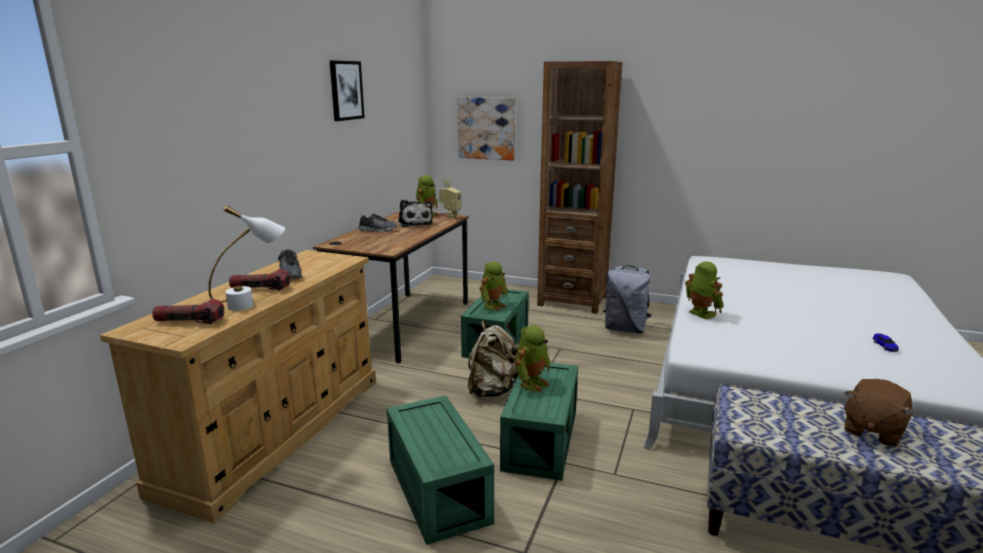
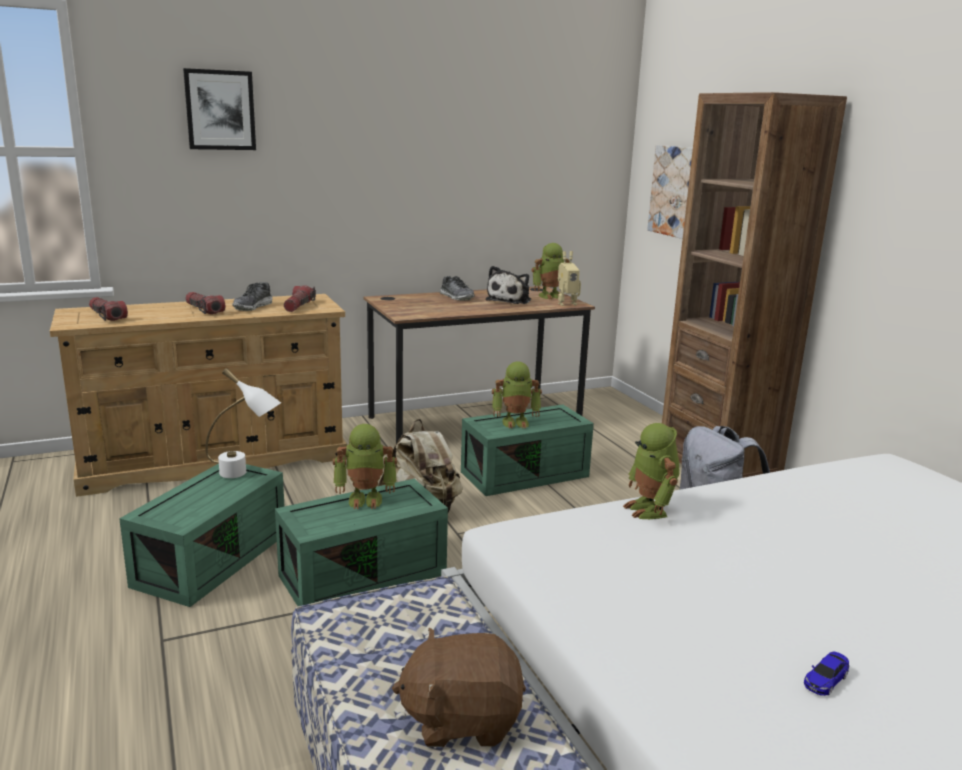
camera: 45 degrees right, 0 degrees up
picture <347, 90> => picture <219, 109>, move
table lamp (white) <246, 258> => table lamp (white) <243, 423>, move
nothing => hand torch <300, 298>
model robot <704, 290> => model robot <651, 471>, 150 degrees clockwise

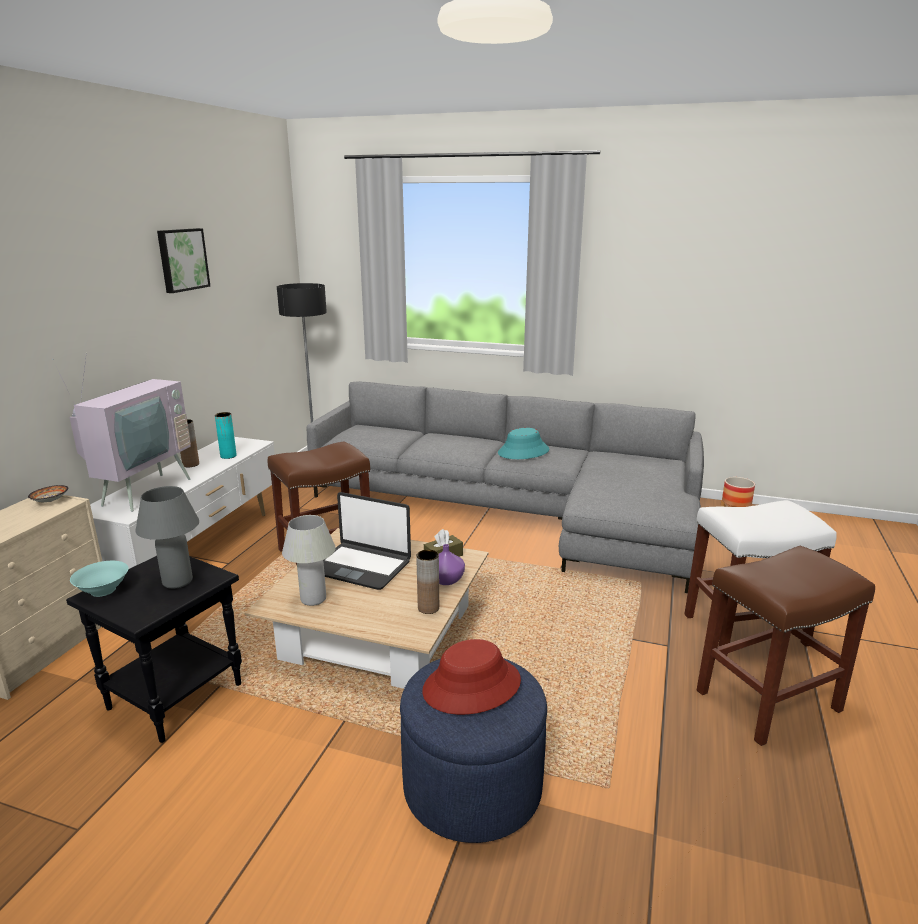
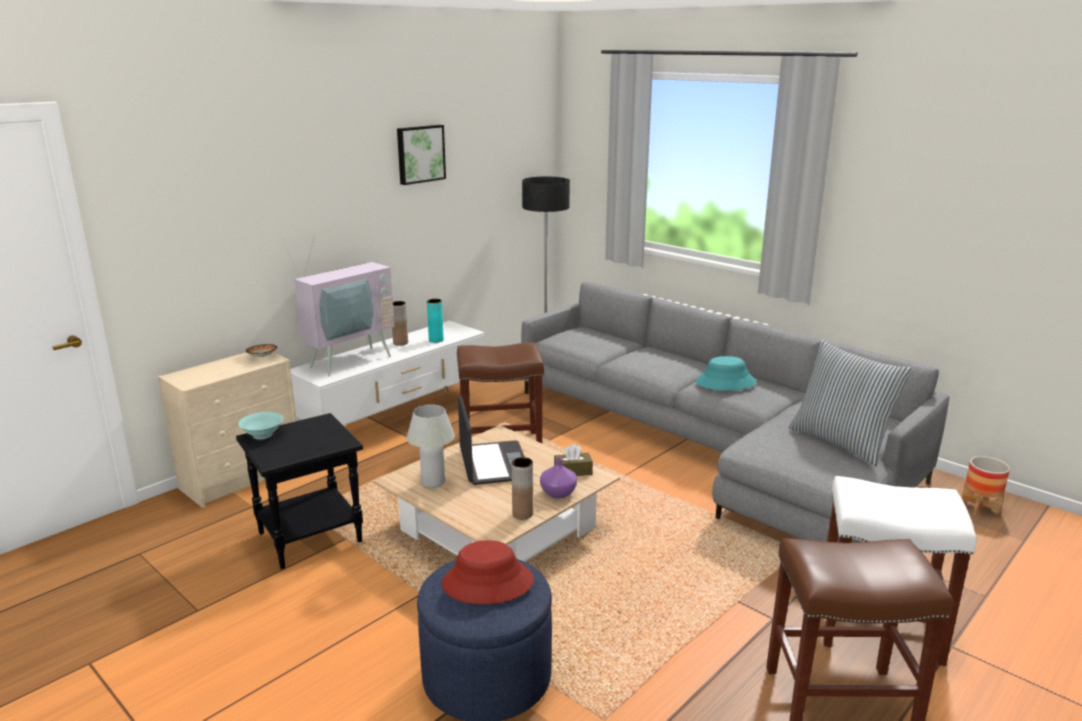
camera: 25 degrees right, 0 degrees up
notebook computer <367, 541> => notebook computer <491, 440>, 150 degrees counterclockwise
nothing => pillow <851, 403>
table lamp (gray) <167, 537> => nothing

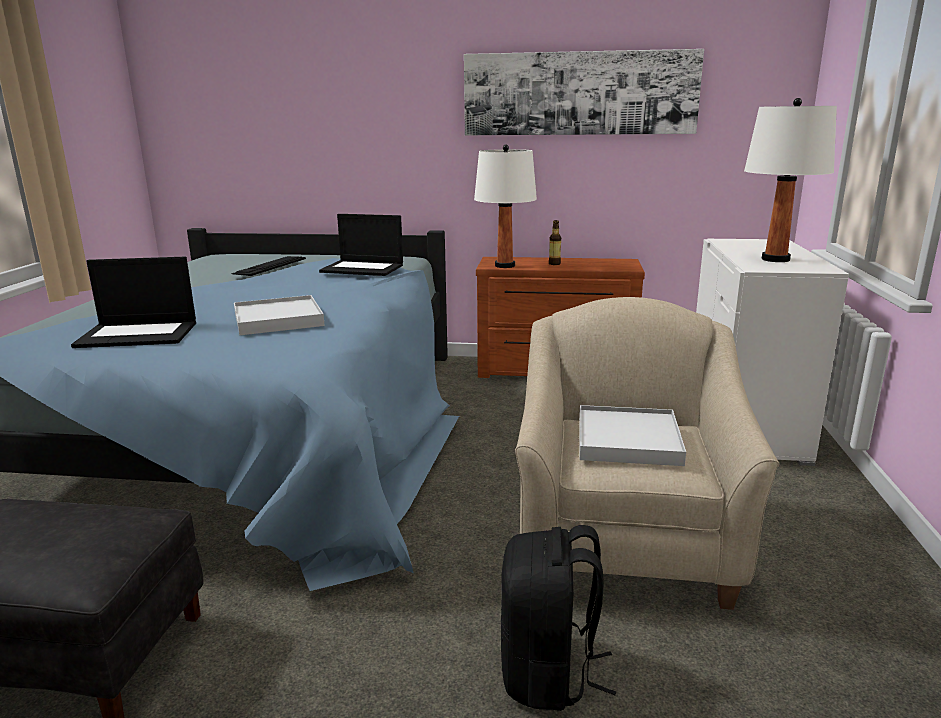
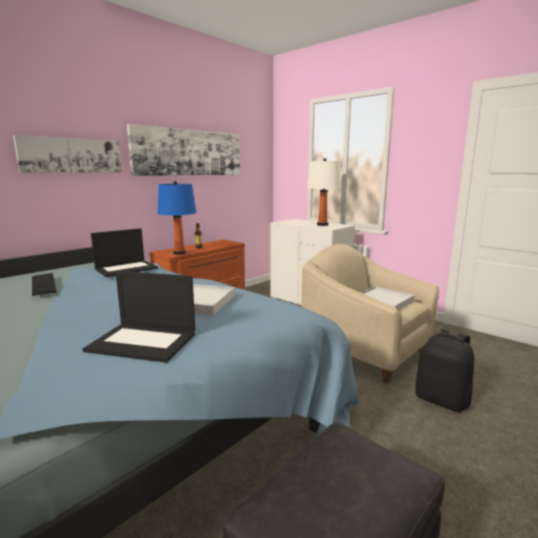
camera: 55 degrees left, 5 degrees down
nothing => picture <67, 153>
notebook computer <133, 302> => notebook computer <138, 317>, 75 degrees clockwise
table lamp (white) <505, 206> => table lamp (bluish) <177, 218>

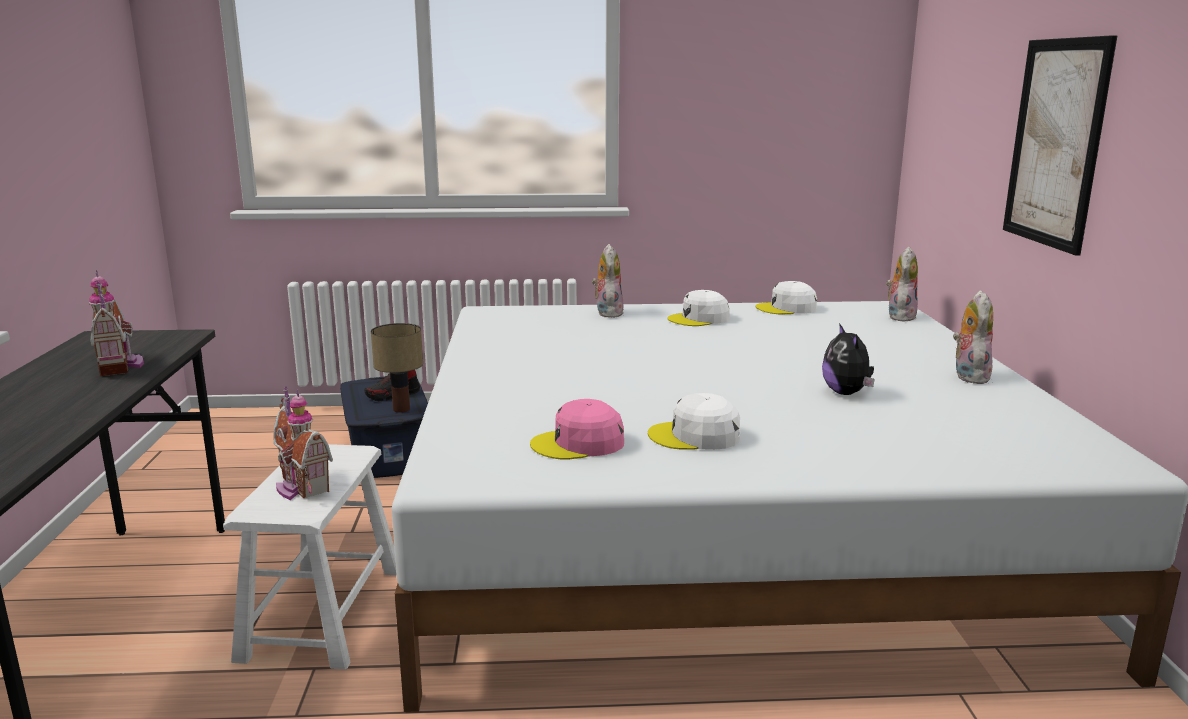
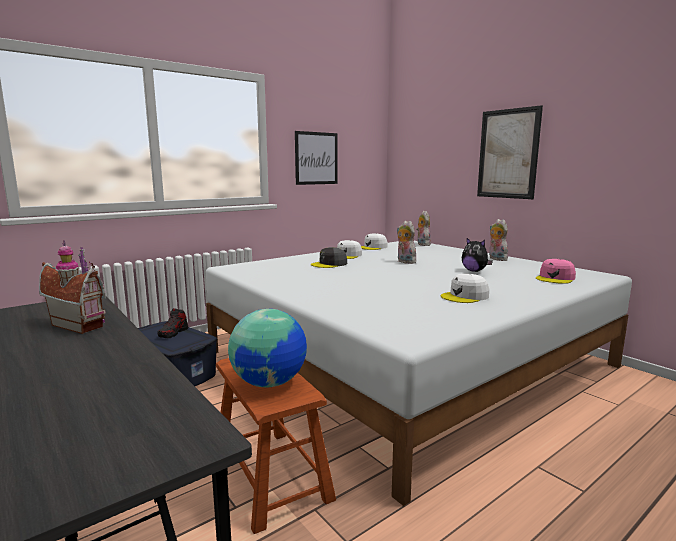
camera: 35 degrees left, 5 degrees down
sitting stool (white) <310, 556> => sitting stool (brown-coloured) <276, 446>
miniature house <303, 443> => desk globe <267, 348>
nothing => picture <316, 158>
nothing => cap (gray) <329, 257>
soft toy <607, 281> => soft toy <406, 242>, move
cap (pinkish) <577, 429> => cap (pinkish) <556, 271>, move
table lamp <397, 368> => nothing

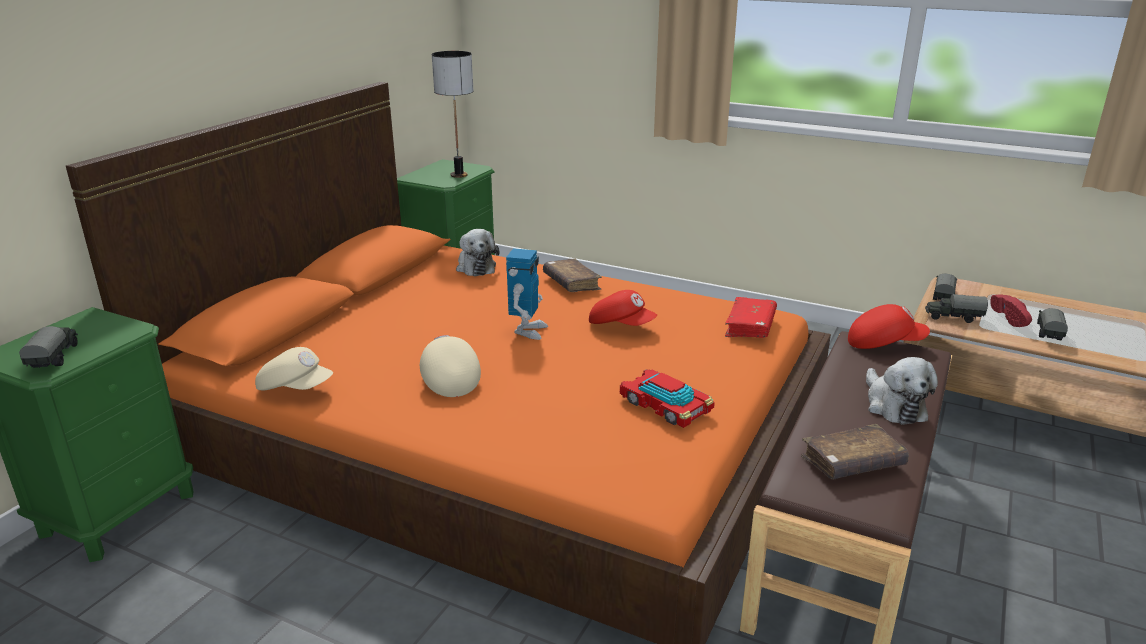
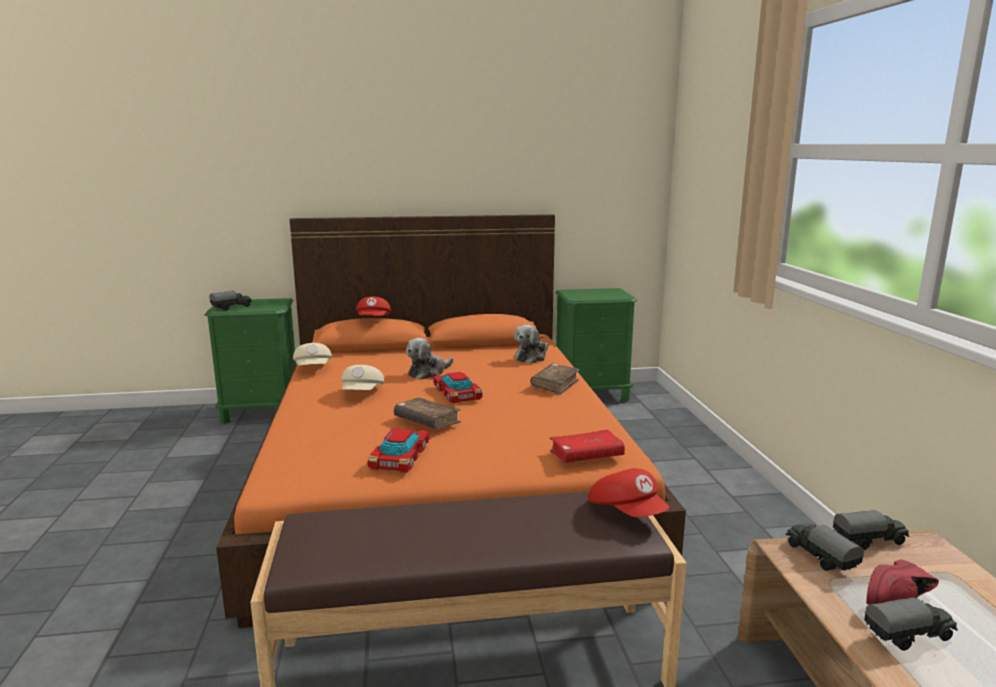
camera: 55 degrees right, 10 degrees down
cap (beige) <450, 366> => cap (beige) <363, 377>, 150 degrees clockwise
cap (red) <623, 308> => cap (red) <373, 306>, move
book (brown-coloured) <855, 452> => book (brown-coloured) <427, 413>, move
soft toy <902, 391> => soft toy <429, 359>, move
model robot <527, 294> => miniature car <458, 387>
table lamp <453, 114> => nothing

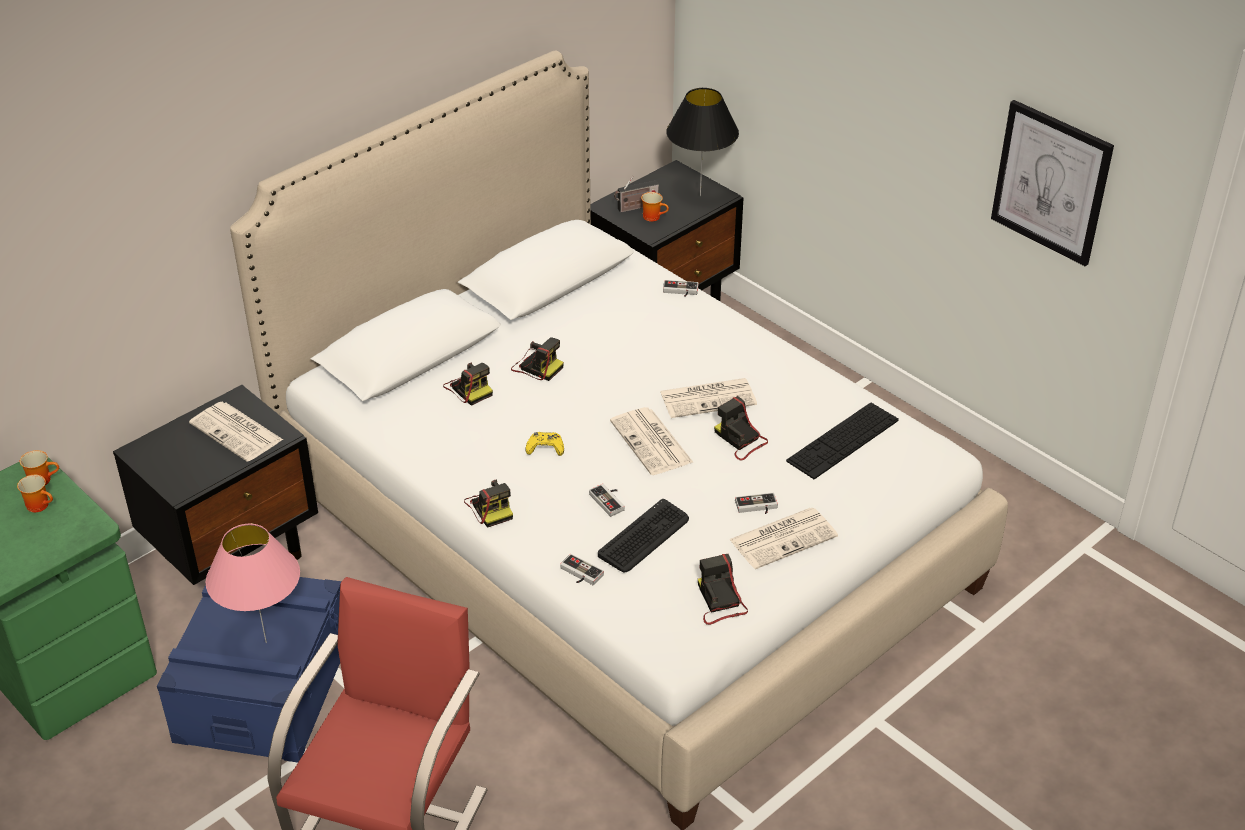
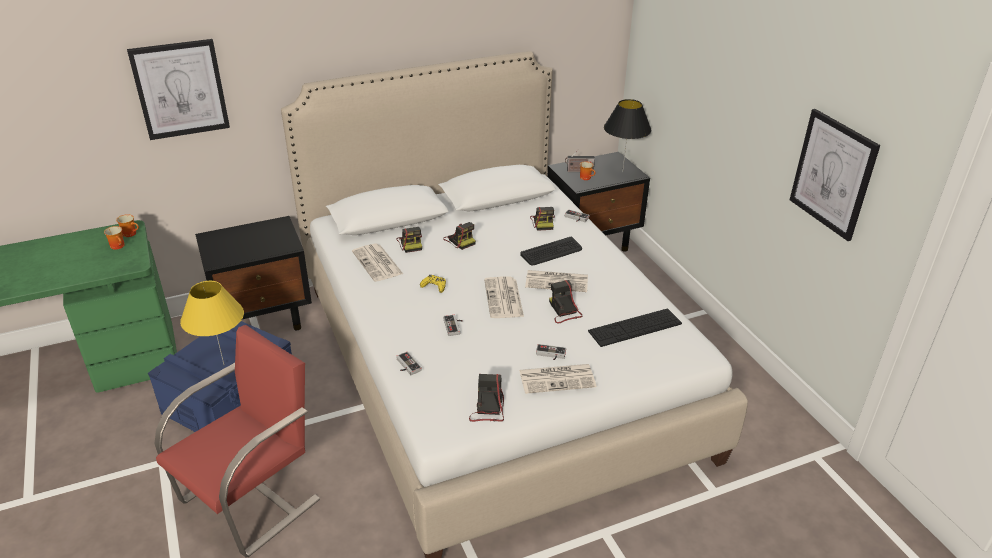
camera: 20 degrees right, 5 degrees down
nothing => picture <178, 89>
table lamp (pinkish) <253, 583> => table lamp (yellowish) <212, 322>
daily paper <236, 432> => daily paper <377, 262>, move
keyboard <643, 535> => keyboard <551, 251>, move
still camera <488, 504> => still camera <542, 219>, move

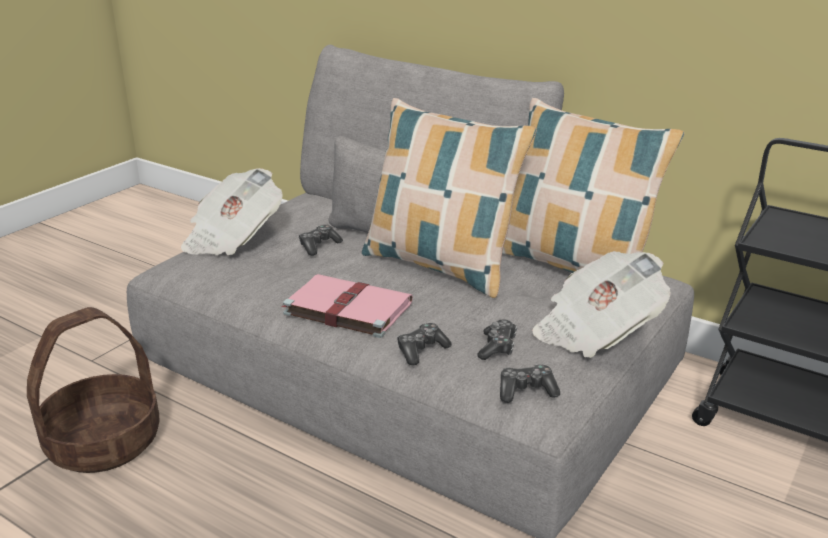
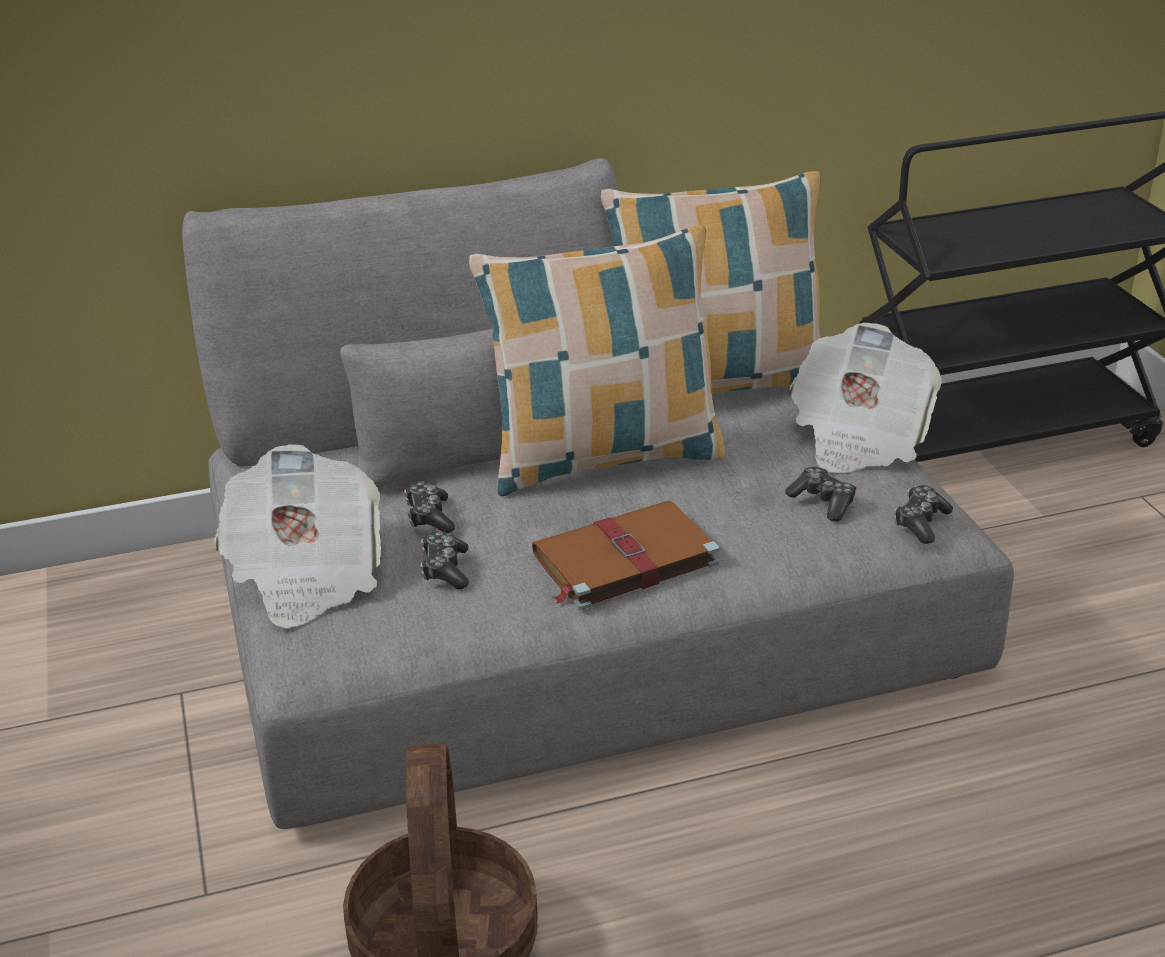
camera: 50 degrees left, 5 degrees up
joypad <424, 344> => joypad <444, 560>, move
book (pinkish) <347, 306> => book (brown-coloured) <626, 555>

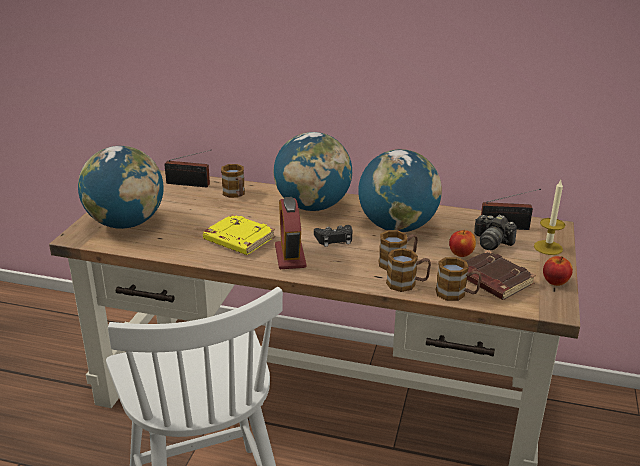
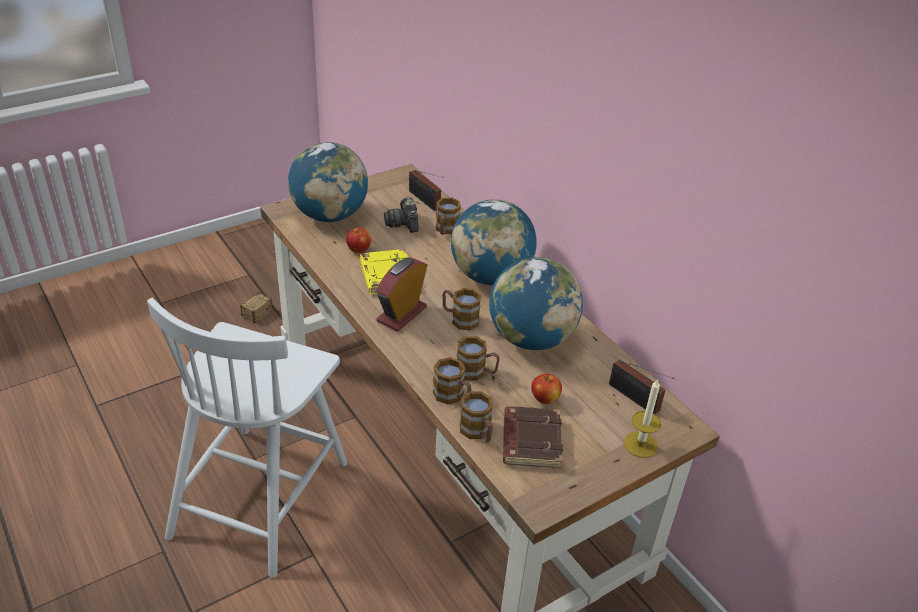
camera: 40 degrees right, 10 degrees up
nothing => storage bin <247, 308>
apple <558, 271> => apple <358, 240>, move
still camera <495, 232> => still camera <401, 215>, move
joypad (black-coloured) <333, 236> => coffee mug <461, 309>

